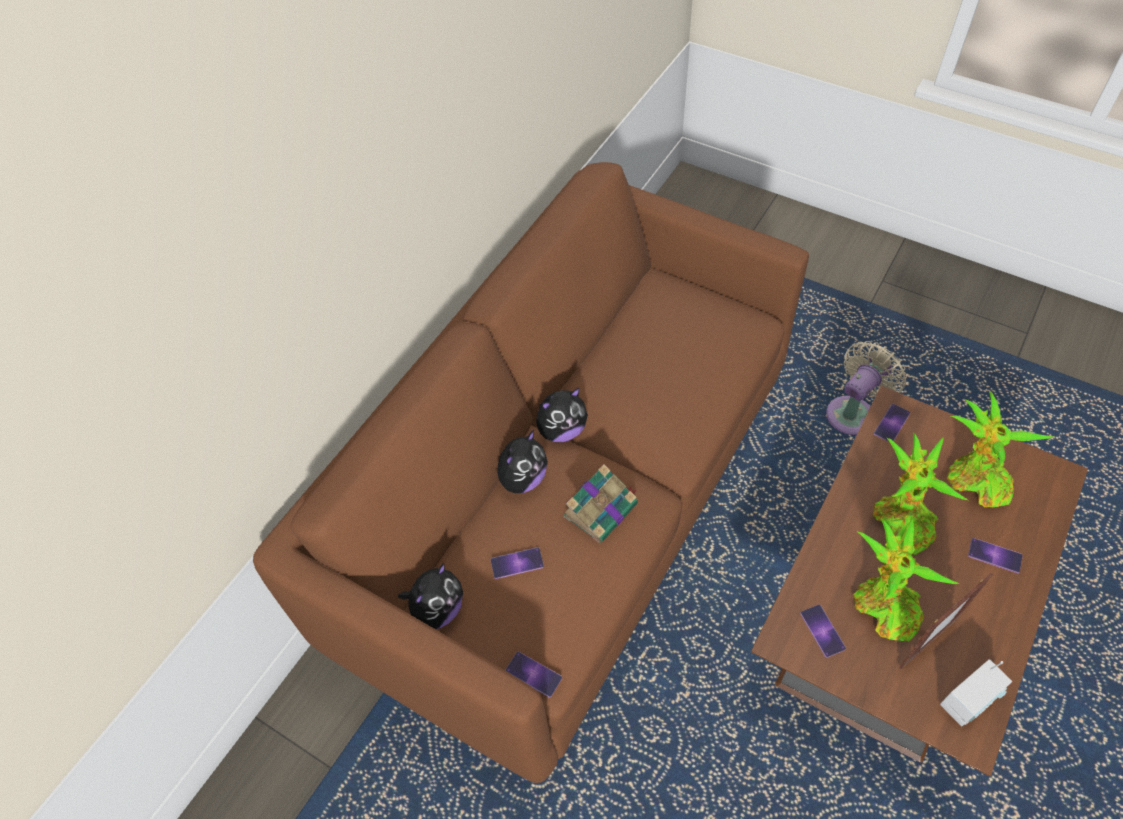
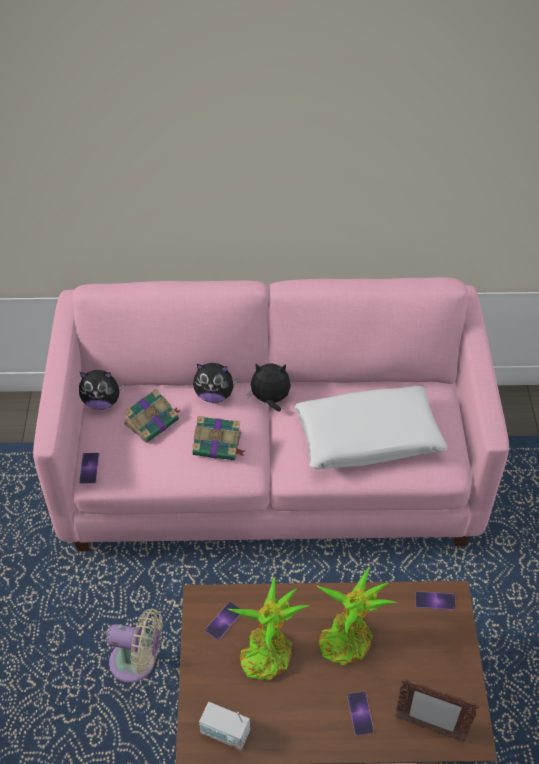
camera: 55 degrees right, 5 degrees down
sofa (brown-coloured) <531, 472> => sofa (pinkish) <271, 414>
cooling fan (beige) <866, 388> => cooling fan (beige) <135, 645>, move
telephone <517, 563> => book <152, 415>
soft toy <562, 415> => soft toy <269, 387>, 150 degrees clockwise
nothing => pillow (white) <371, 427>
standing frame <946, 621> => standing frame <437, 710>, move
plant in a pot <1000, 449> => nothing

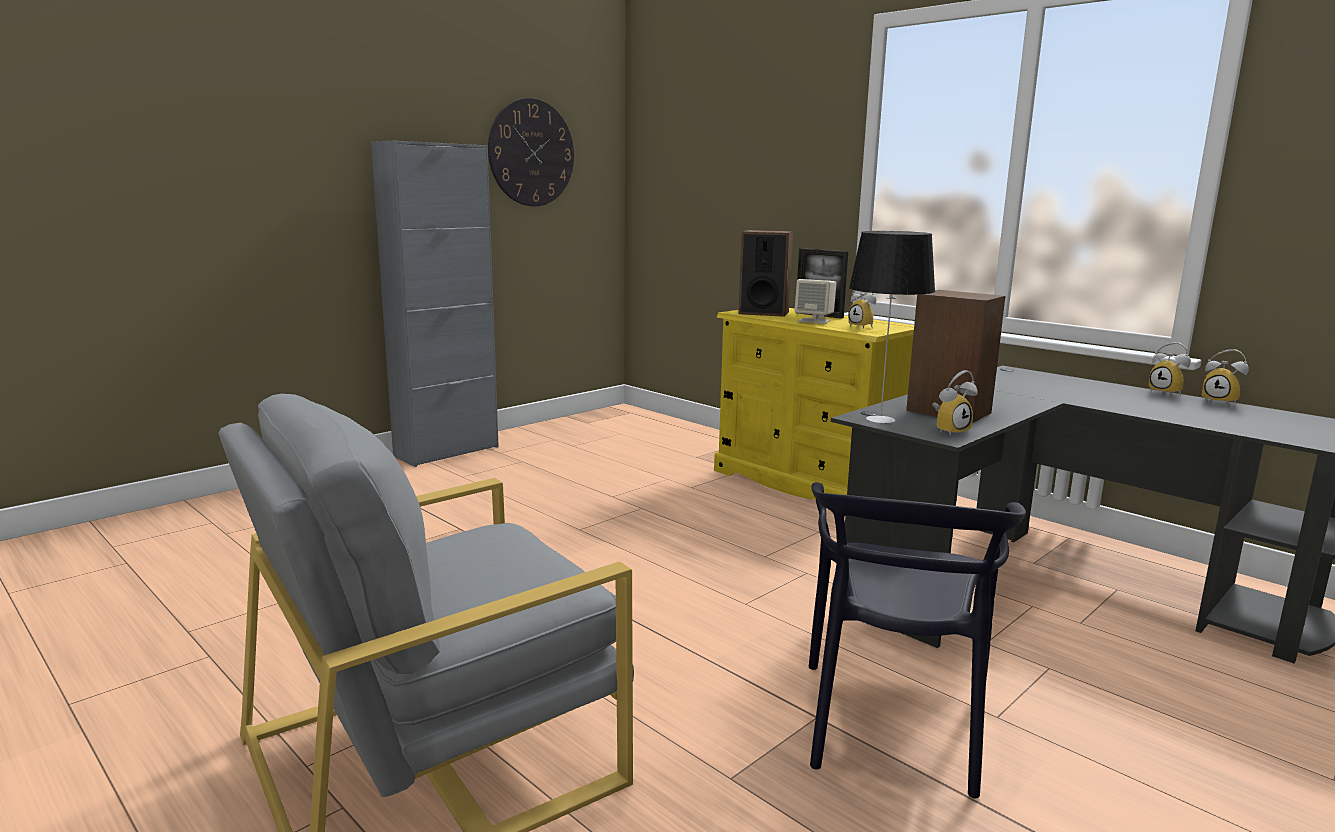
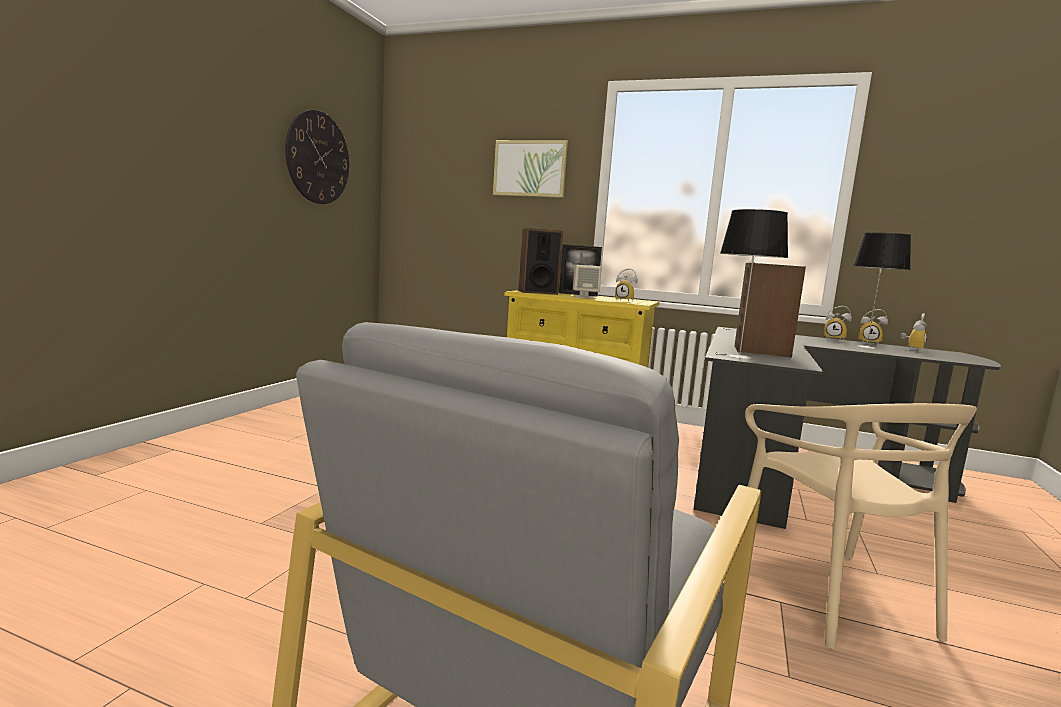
camera: 25 degrees left, 5 degrees down
nothing => picture <530, 169>
plain chair (black-coloured) <917, 640> => plain chair (beige) <861, 526>
nothing => table lamp <882, 291>
table clock <955, 403> => table clock <914, 332>, move
cupboard (gray) <435, 304> => nothing

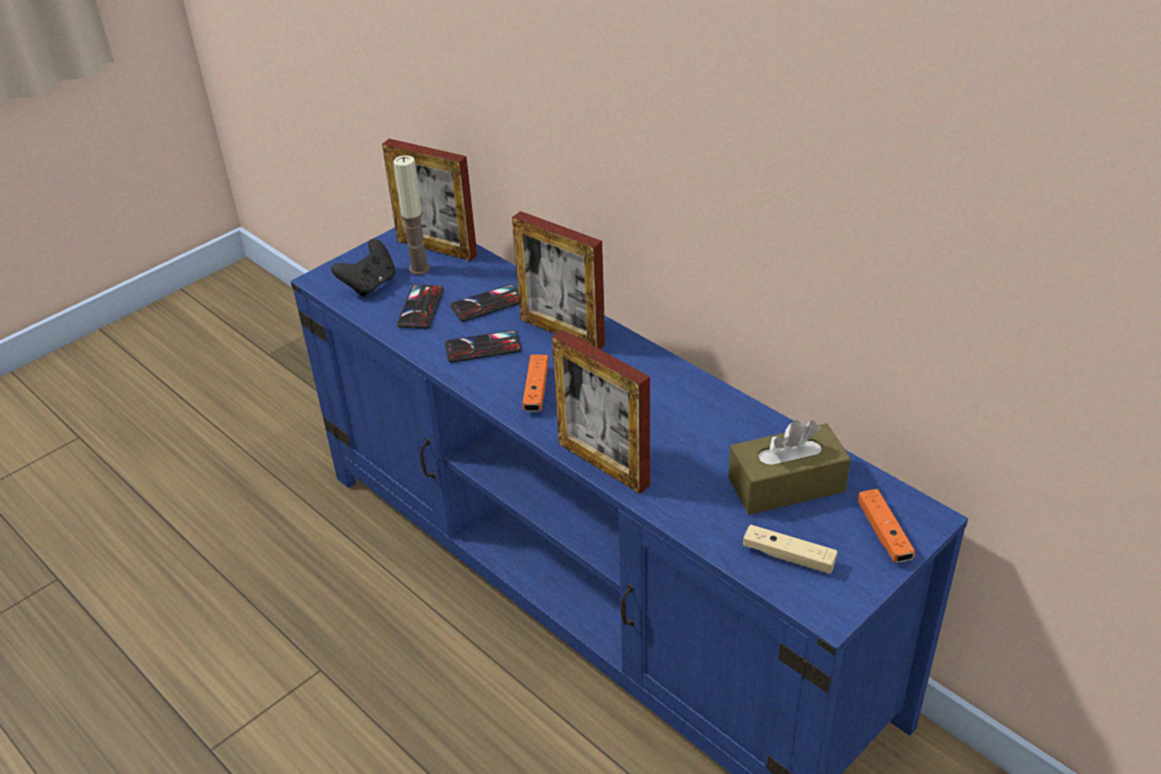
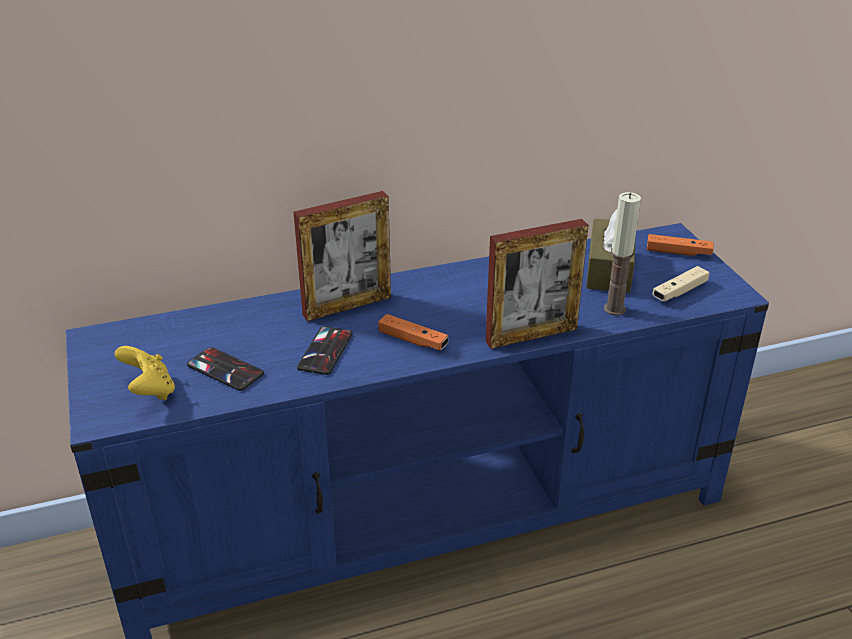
camera: 65 degrees left, 5 degrees down
joypad (black-coloured) <363, 268> => joypad (yellowish) <145, 373>
wax light <411, 215> => wax light <622, 254>, move
standing frame <429, 200> => nothing
telephone <484, 303> => nothing

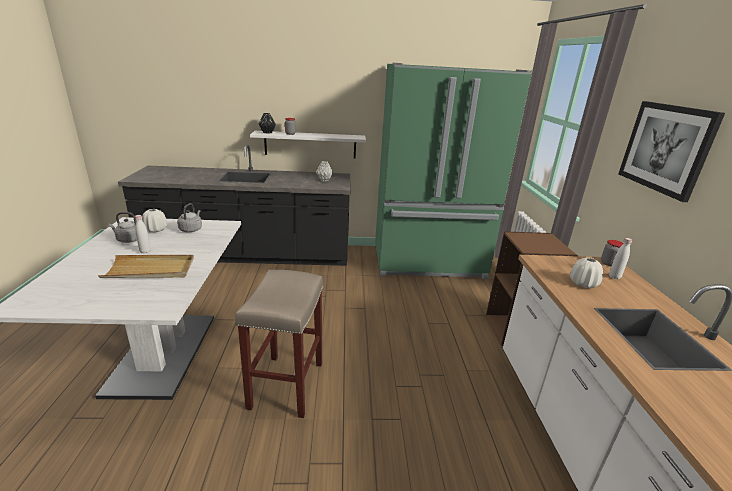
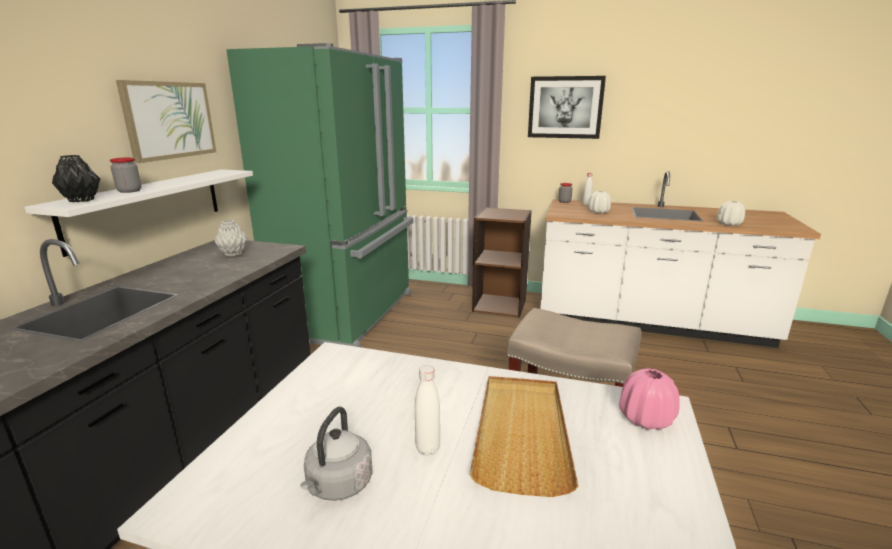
camera: 70 degrees left, 5 degrees down
nothing => picture <166, 121>
nothing => vase (pinkish) <649, 399>
vase (white) <154, 221> => vase (white) <731, 213>, move
tea kettle (gray) <189, 217> => nothing

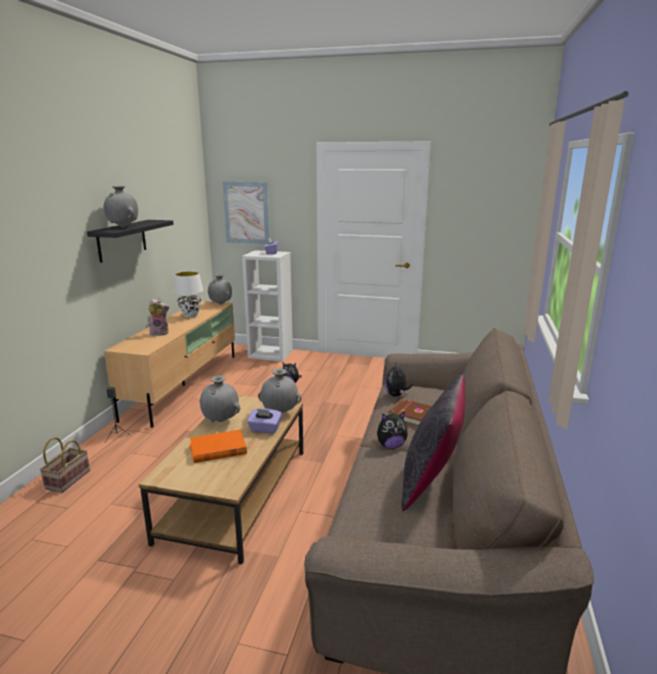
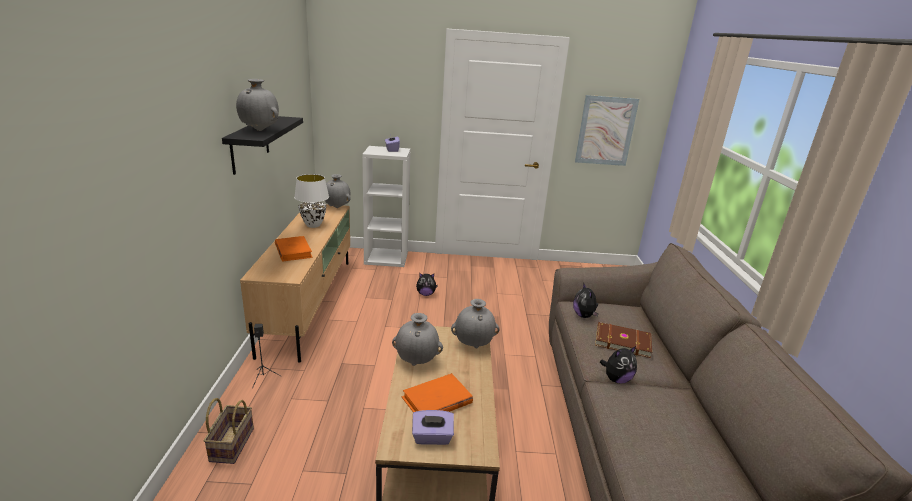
camera: 15 degrees left, 5 degrees up
soft toy <158, 317> => book (orangey) <293, 249>
box of tissues (purplish) <264, 421> => box of tissues (purplish) <433, 427>, move
picture <246, 213> => picture <607, 130>, move
pillow (black-coloured) <433, 442> => nothing

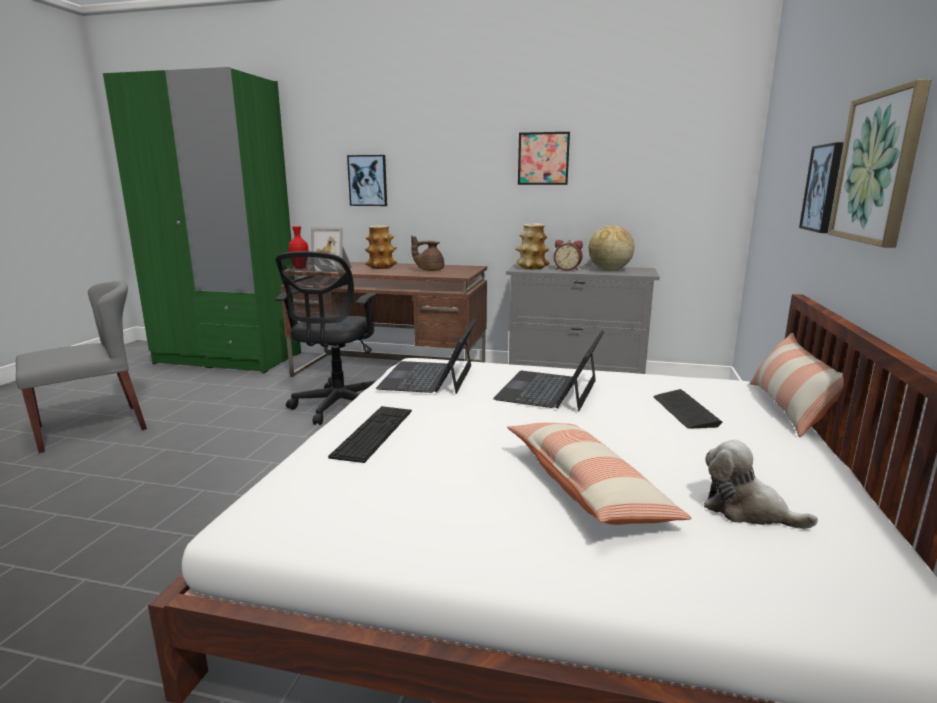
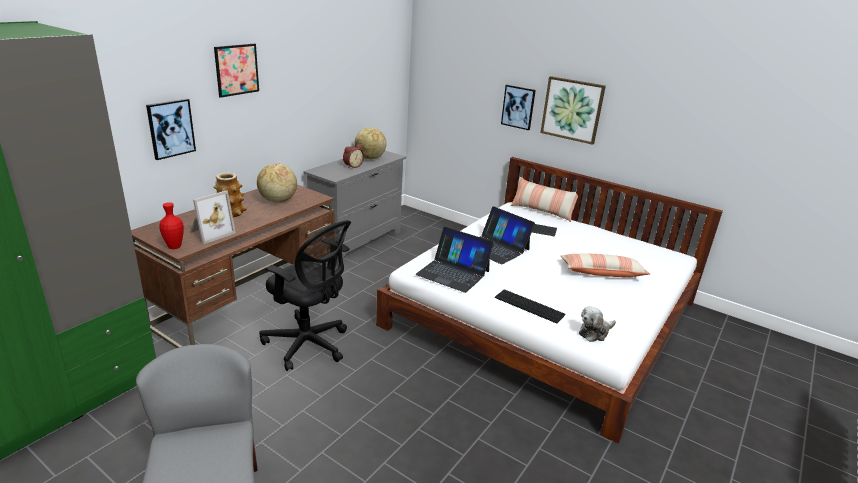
camera: 70 degrees left, 10 degrees up
picture <544, 158> => picture <236, 71>, move
teapot (brown-coloured) <427, 253> => desk globe <277, 183>
soft toy <761, 484> => soft toy <597, 324>, move
vase <533, 246> => nothing

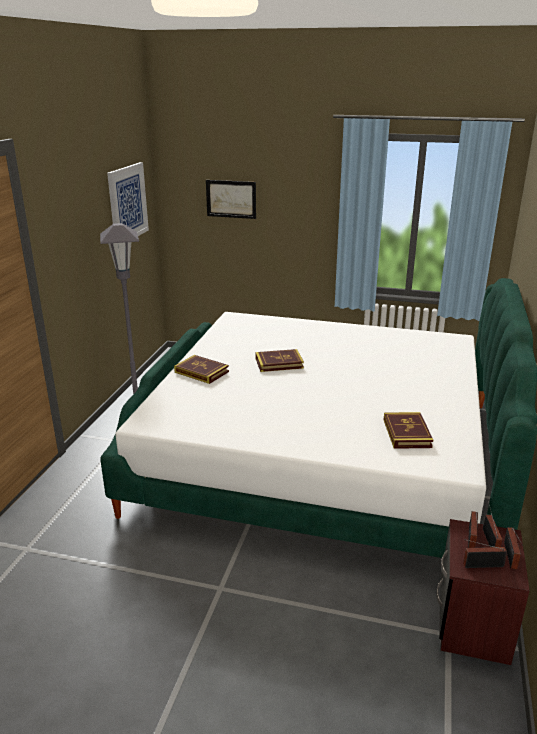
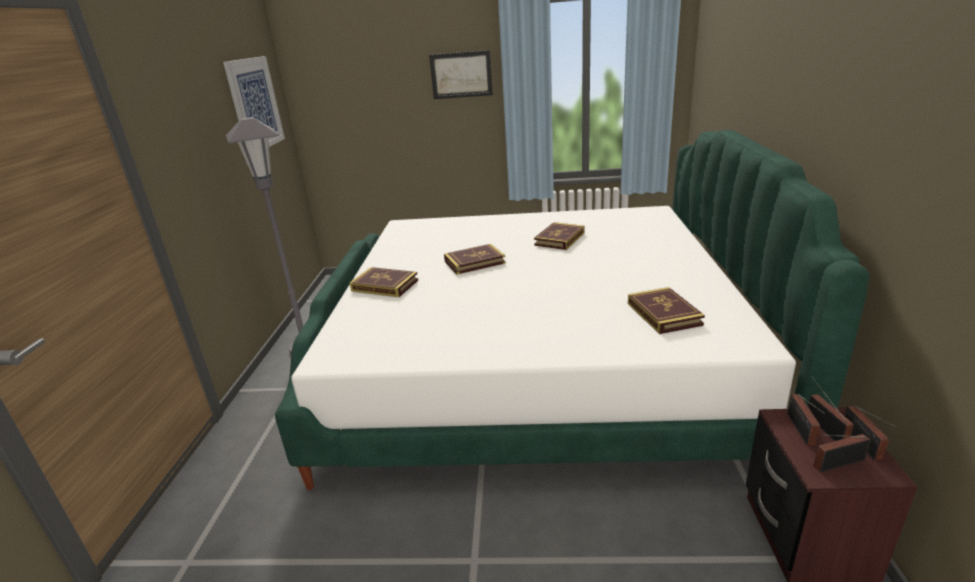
camera: 10 degrees left, 0 degrees up
picture <231, 199> => picture <461, 74>, move
nothing => book <559, 236>

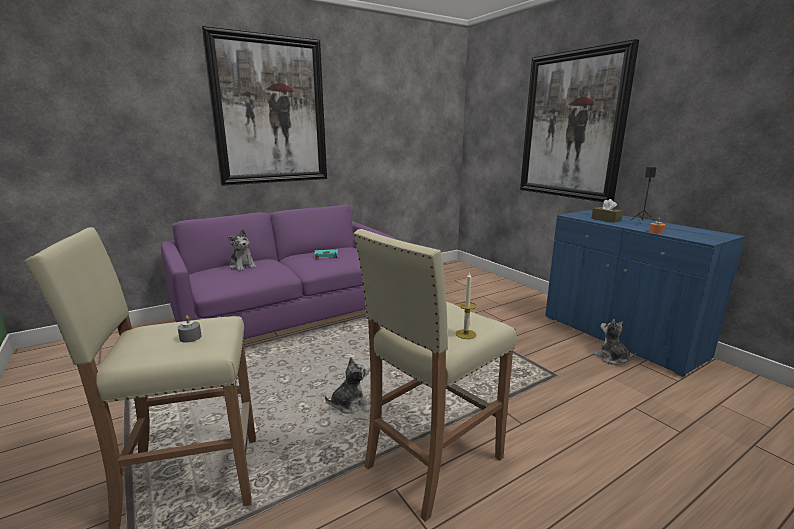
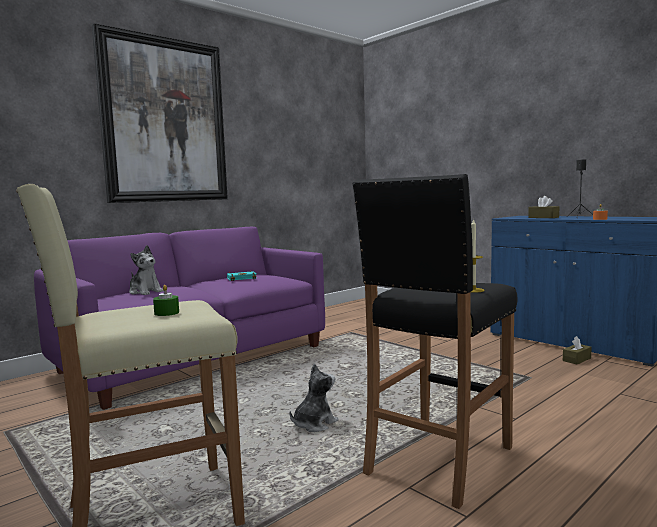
camera: 10 degrees left, 10 degrees down
wax light (gray) <189, 329> => wax light (green-coloured) <166, 300>
sitting stool (beige) <435, 375> => sitting stool (black-coloured) <434, 341>
soft toy <615, 342> => box of tissues (brown-coloured) <577, 350>
picture <579, 120> => nothing

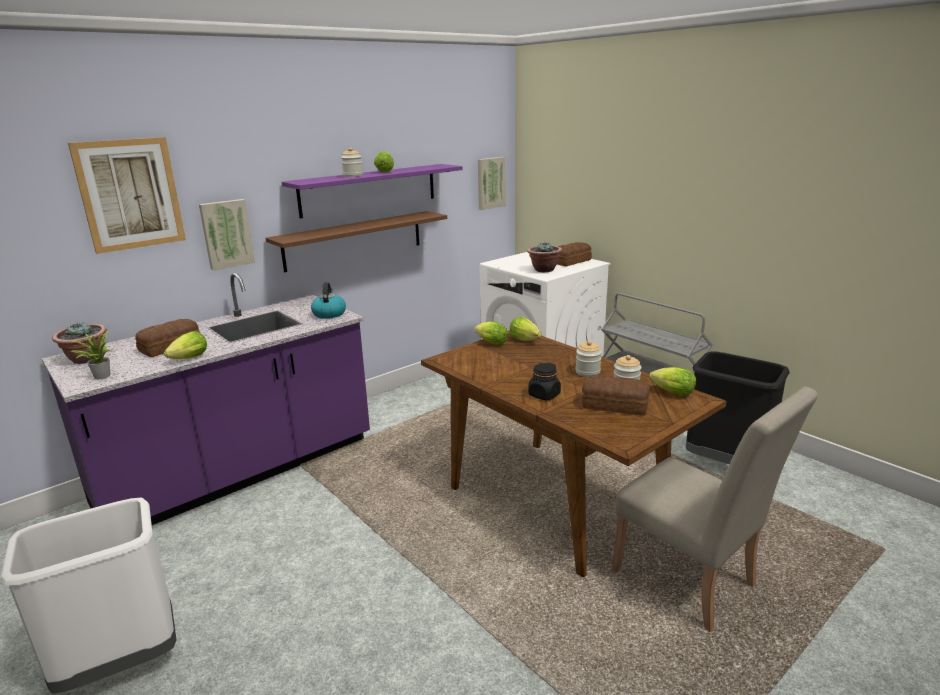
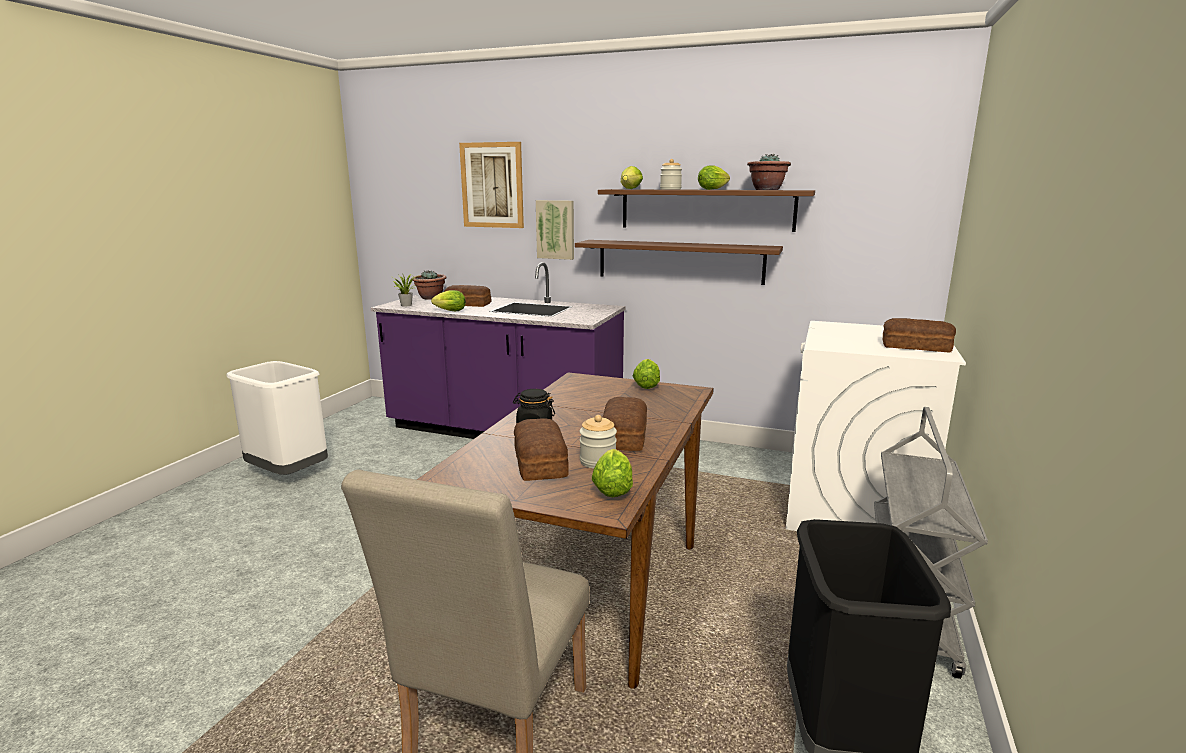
camera: 60 degrees right, 5 degrees down
wall shelf (purplish) <372, 191> => wall shelf (brown-coloured) <706, 210>
storage jar <588, 359> => baked bread <624, 424>
head of lettuce <526, 329> => head of lettuce <632, 177>, move
plant in a pot <544, 257> => plant in a pot <769, 172>, move
tea kettle <328, 300> => nothing
picture <492, 183> => nothing

